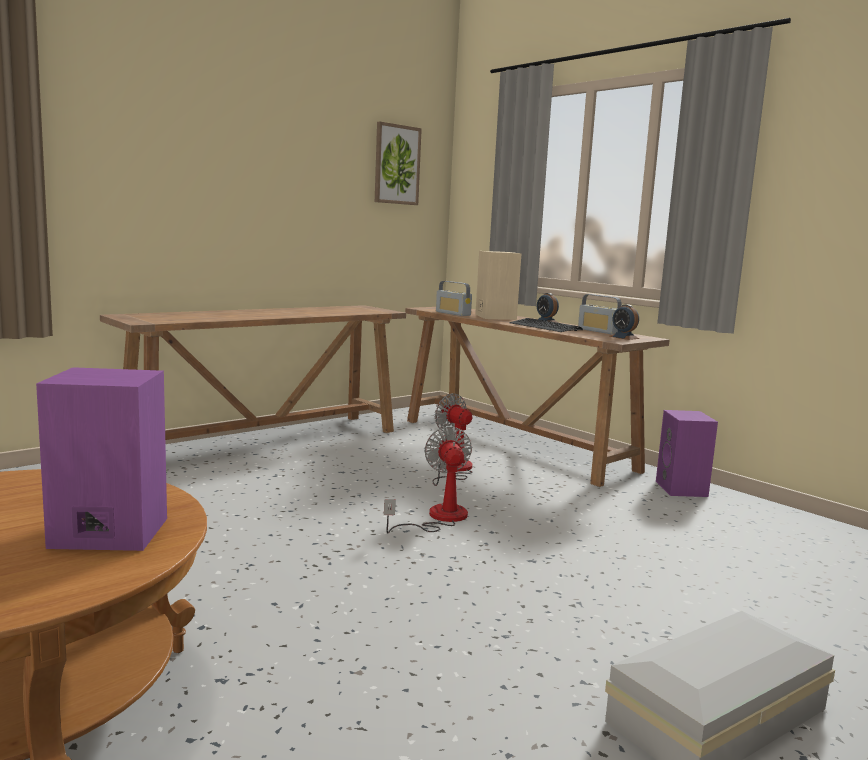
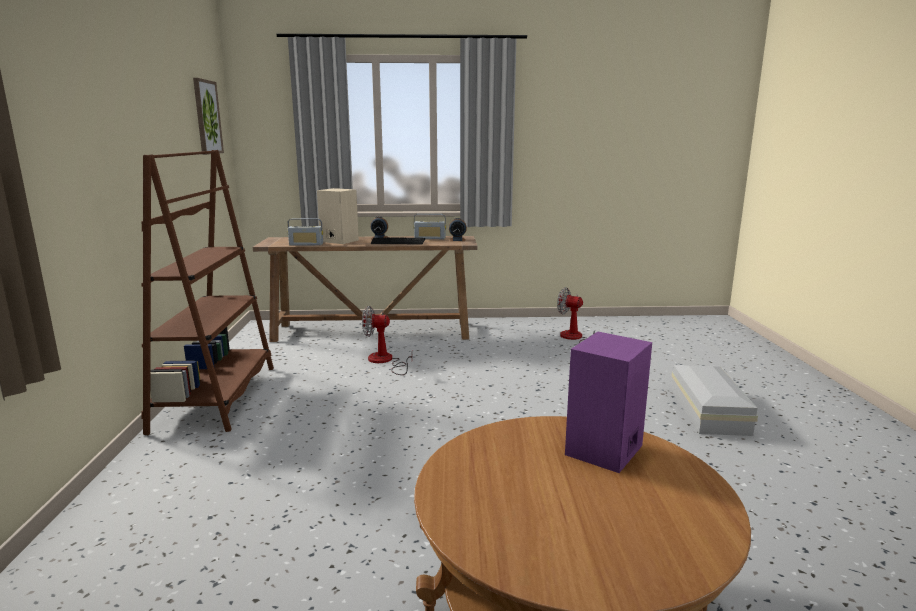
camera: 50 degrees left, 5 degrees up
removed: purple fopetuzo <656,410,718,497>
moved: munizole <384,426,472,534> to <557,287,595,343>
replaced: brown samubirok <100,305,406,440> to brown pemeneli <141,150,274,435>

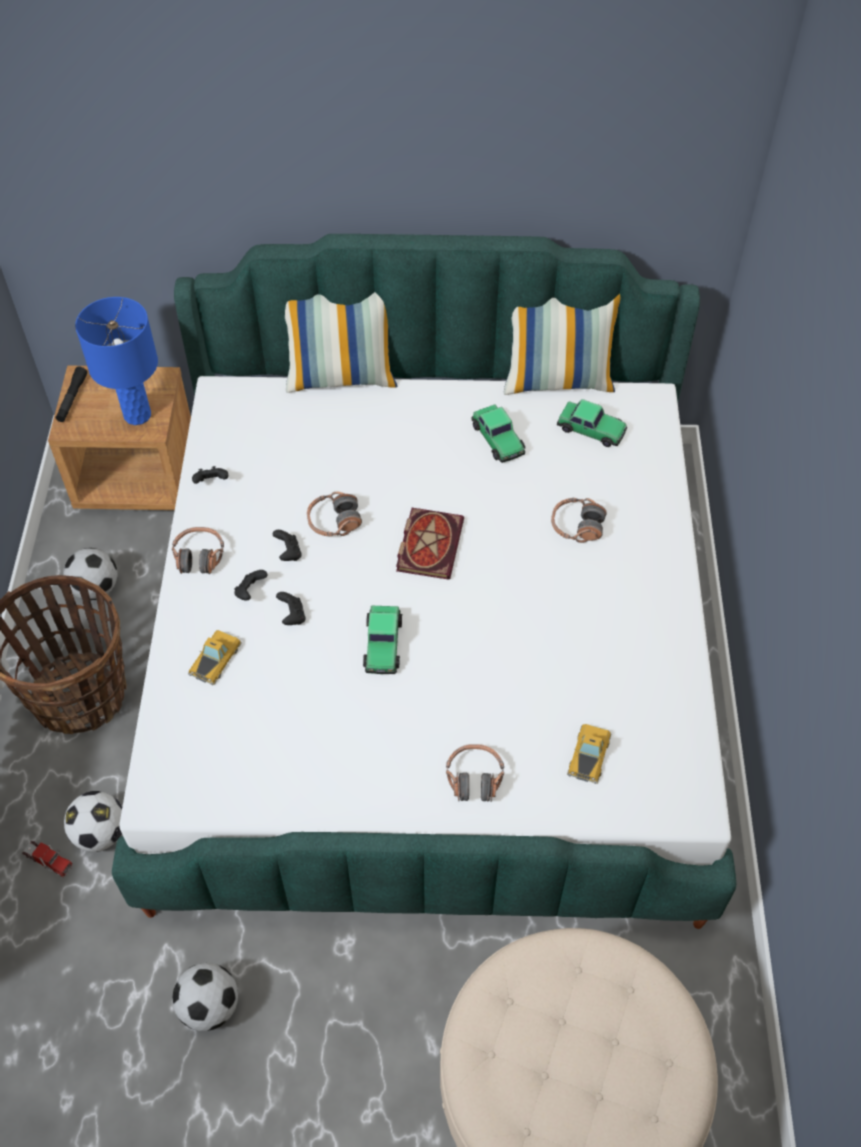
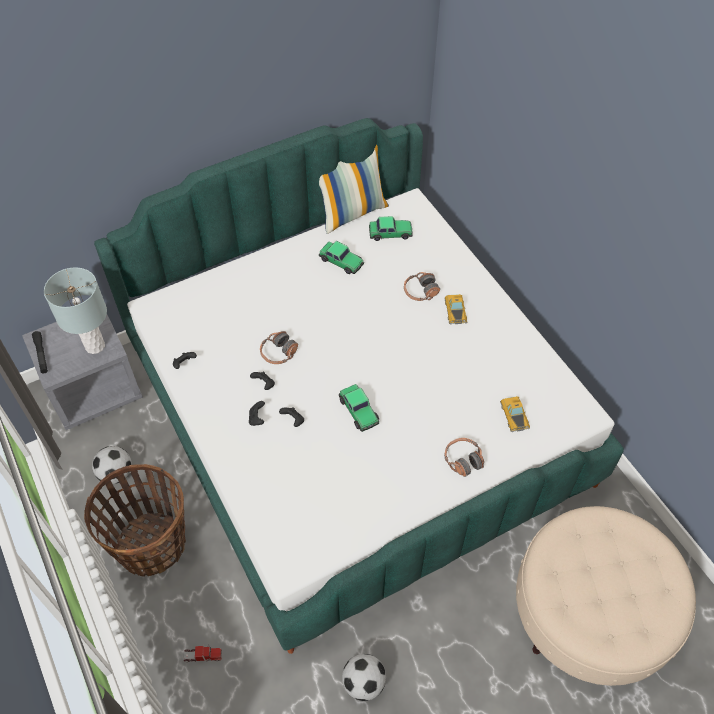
camera: 30 degrees left, 0 degrees up
removed: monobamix <285,292,397,393>; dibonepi <396,508,464,580>; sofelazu <172,527,224,574>; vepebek <64,791,122,852>
moved: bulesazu <188,630,242,685> to <444,294,467,324>
recoloured: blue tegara <75,297,158,425> to grey tegara <44,267,107,354>; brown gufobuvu <48,366,191,510> to grey gufobuvu <22,314,143,430>

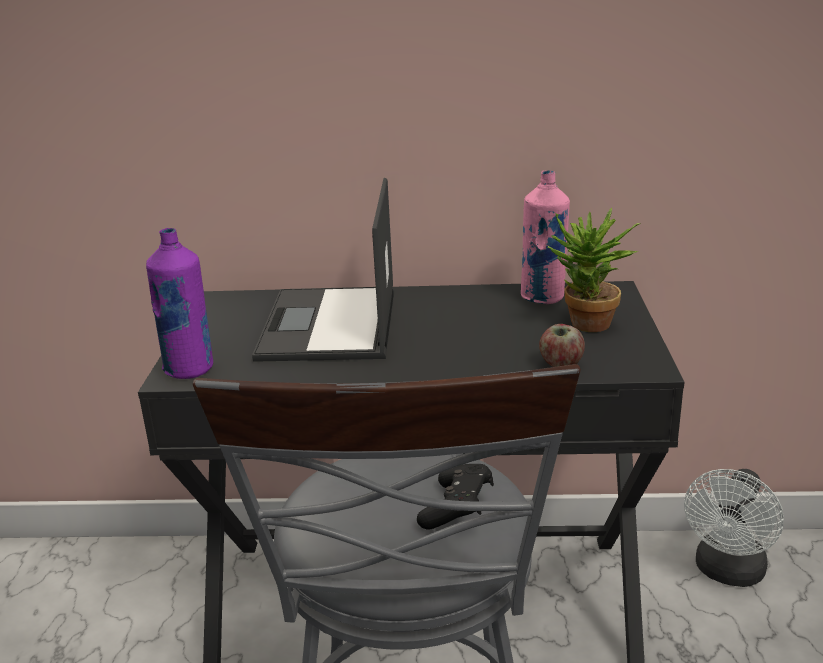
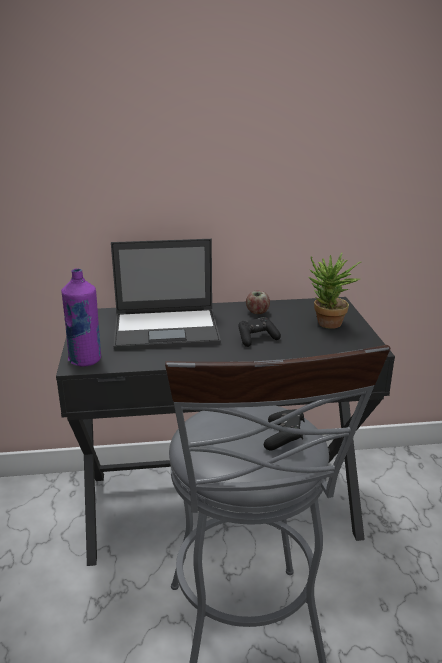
camera: 10 degrees left, 0 degrees up
removed: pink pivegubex <521,170,570,304>; white munizole <684,469,784,587>
added: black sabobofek <238,317,281,347>
moved: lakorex <539,324,585,367> to <246,290,270,314>
turned: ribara <252,178,394,362> = <111,239,221,351> 90 degrees counterclockwise

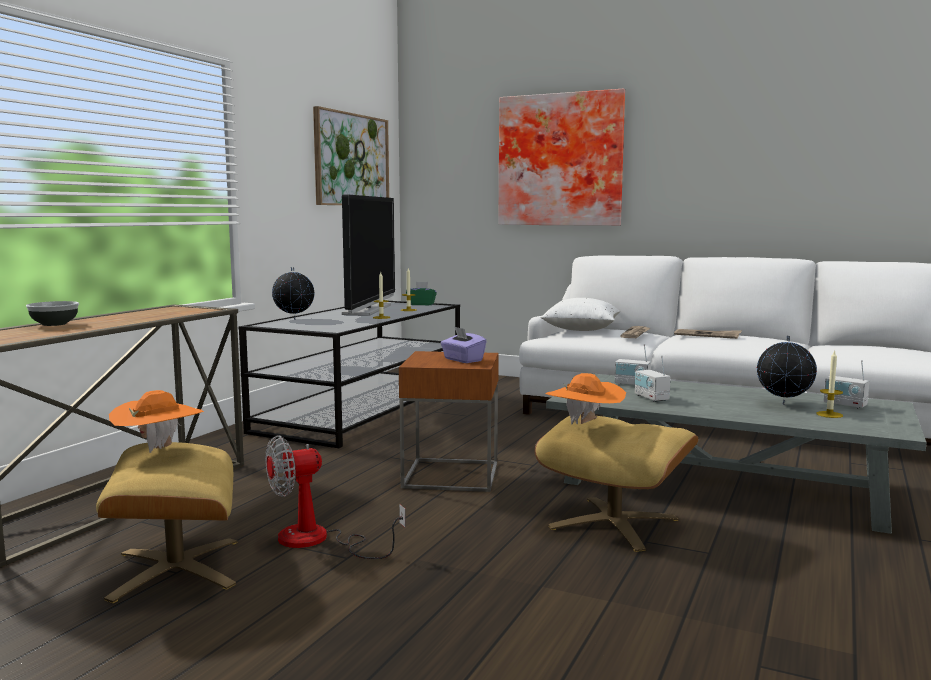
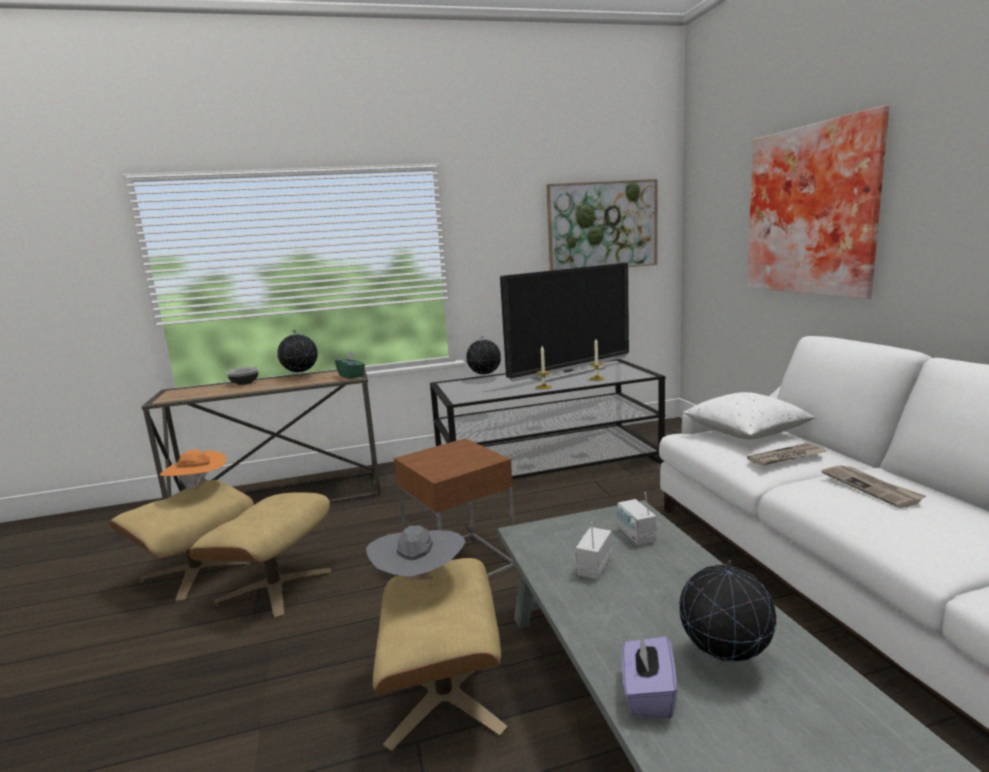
camera: 50 degrees right, 5 degrees up
removed: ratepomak <816,350,843,418>; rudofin <824,360,870,409>
added: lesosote <277,330,318,378>
moved: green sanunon <406,282,437,305> to <335,351,365,379>; purple sanunon <441,326,487,363> to <622,632,677,719>
replaced: munizole <265,435,406,559> to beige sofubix <189,492,332,619>
recoloured: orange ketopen <545,373,626,425> to grey ketopen <366,525,466,581>

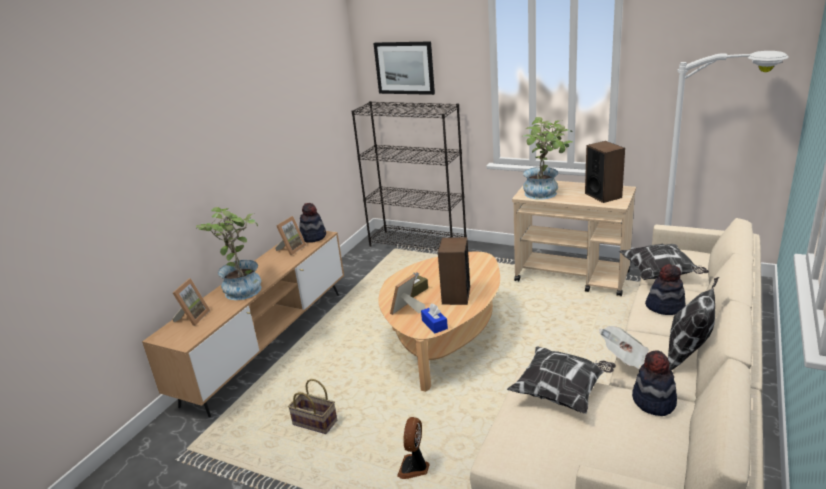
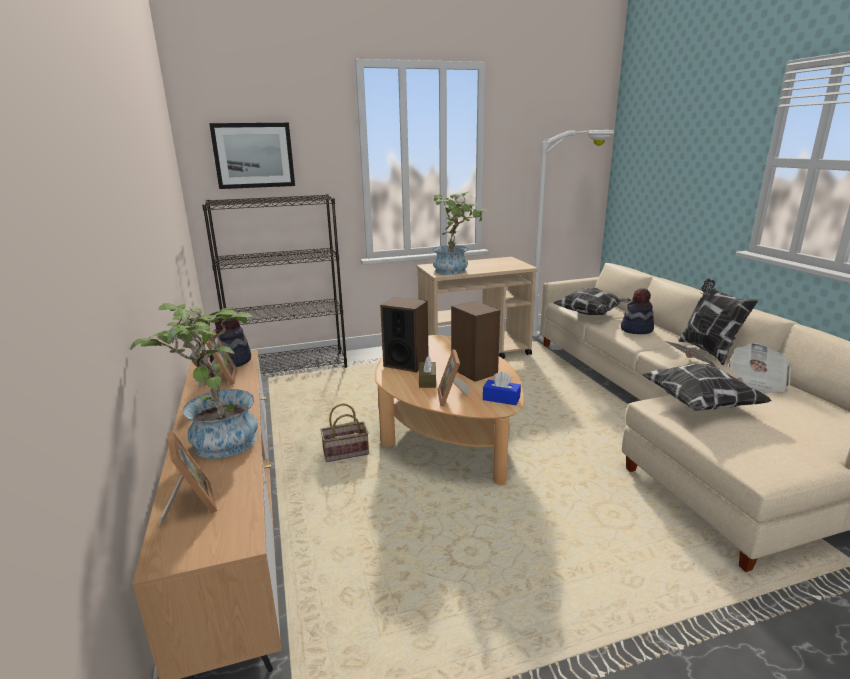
camera: 45 degrees left, 5 degrees down
removed: munizole <397,417,430,479>
moved: fopetuzo <585,141,625,203> to <380,297,429,373>; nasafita <288,379,337,434> to <320,403,369,462>
replaced: ketopen <632,351,677,416> to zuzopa <729,343,792,394>

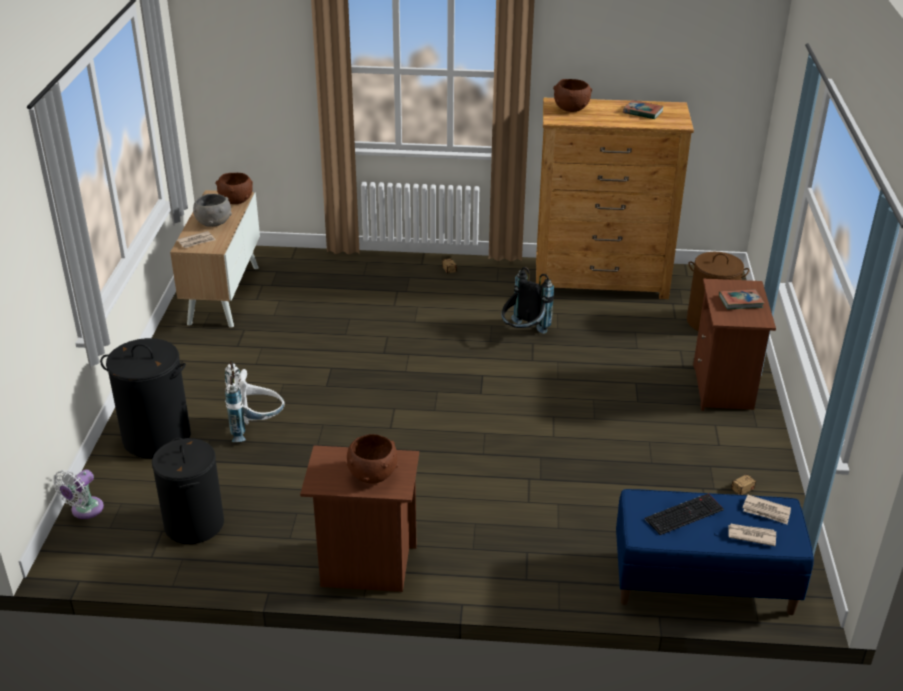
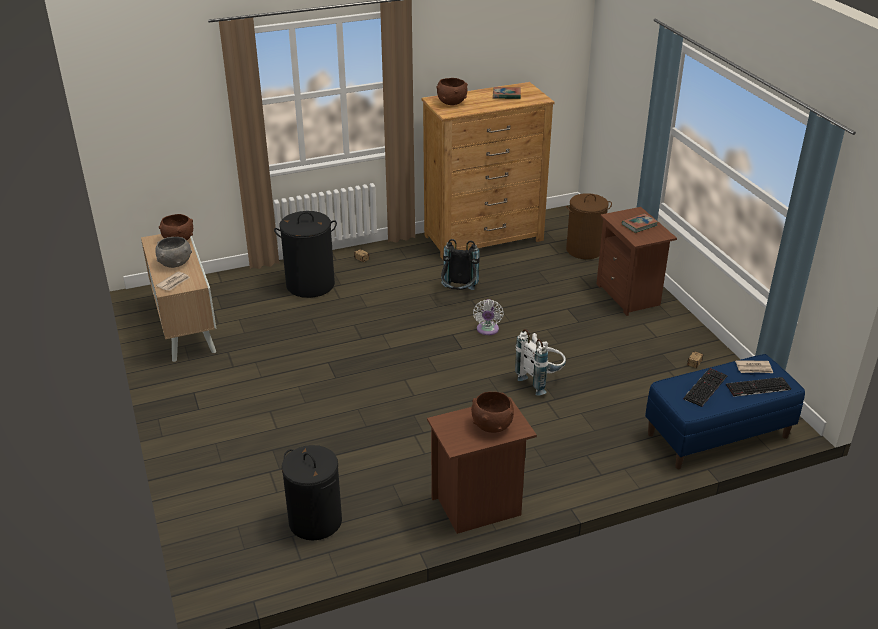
camera: 25 degrees left, 0 degrees up
moved: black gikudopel <100,338,191,458> to <274,211,337,298>; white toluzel <225,361,284,442> to <515,329,566,396>; white munizole <53,469,104,519> to <473,299,504,335>
replaced: zuzopa <728,524,776,546> to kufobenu <726,377,791,397>

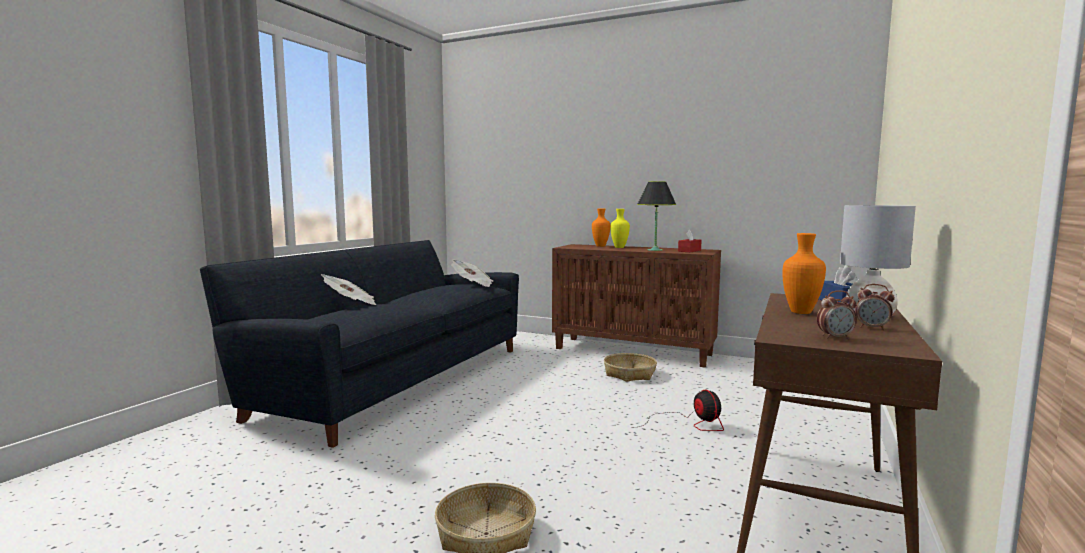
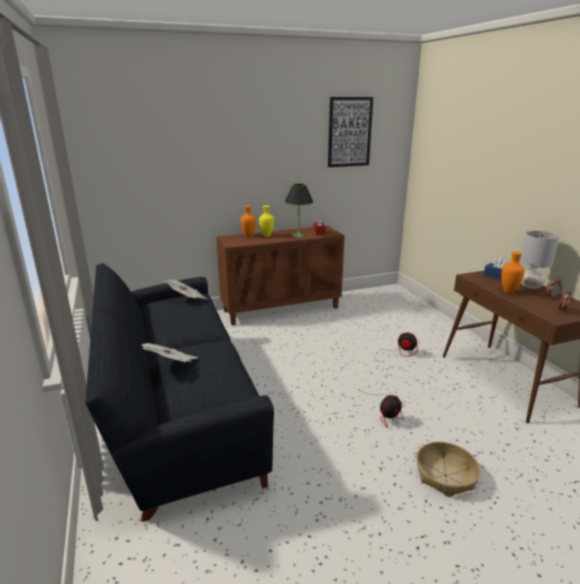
camera: 45 degrees left, 15 degrees up
removed: nasafita <604,353,657,382>
added: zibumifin <328,97,373,167>; munizole <360,390,404,428>

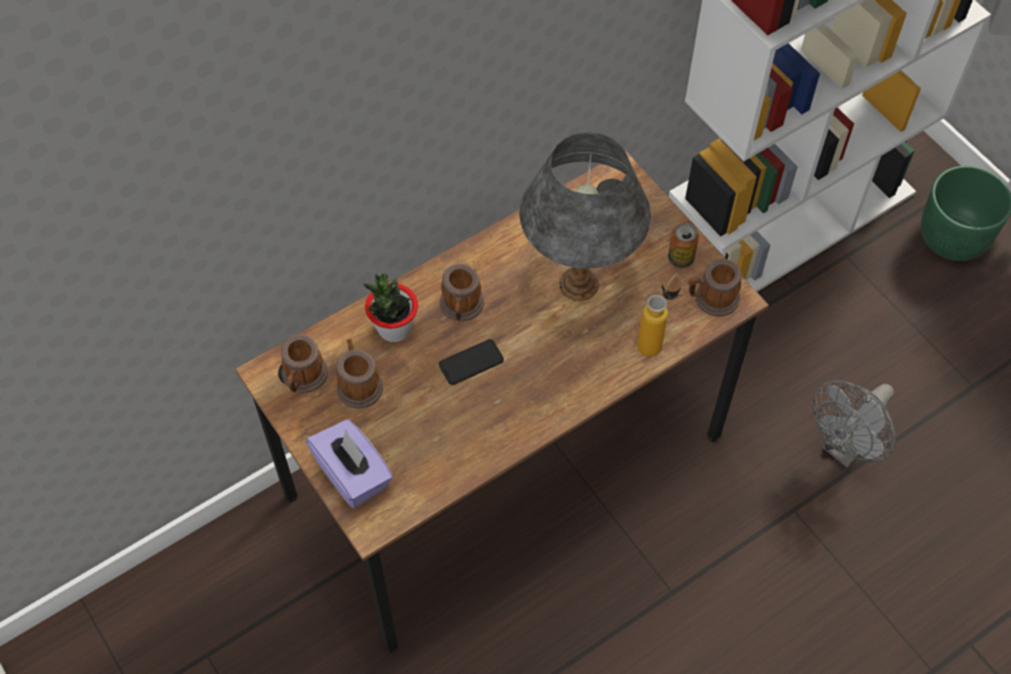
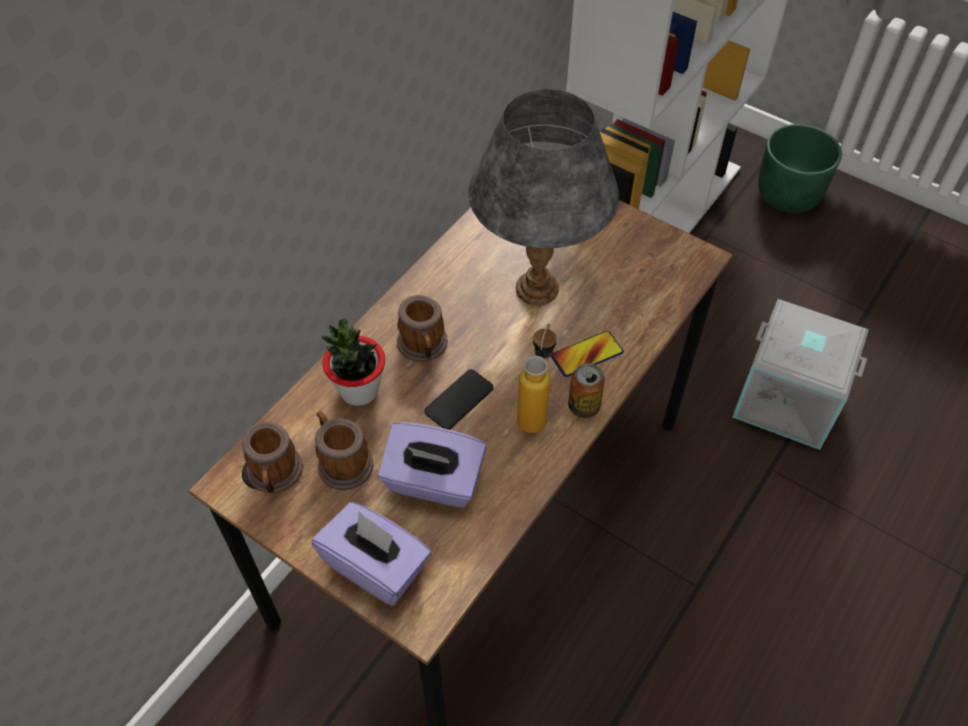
camera: 20 degrees left, 5 degrees down
removed: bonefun <689,259,742,317>
added: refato <551,331,623,377>; purple sanunon <378,422,487,508>
moved: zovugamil <668,223,699,268> to <568,363,605,418>; pivegubex <637,273,682,357> to <517,324,557,433>
replaced: grey munizole <813,380,896,467> to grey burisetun <732,299,869,450>

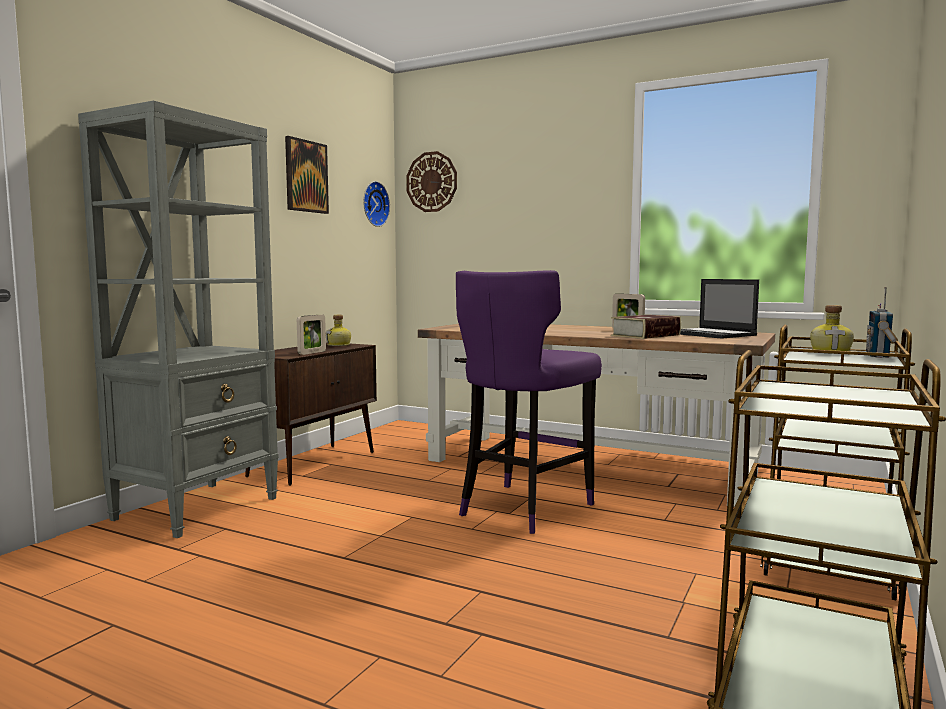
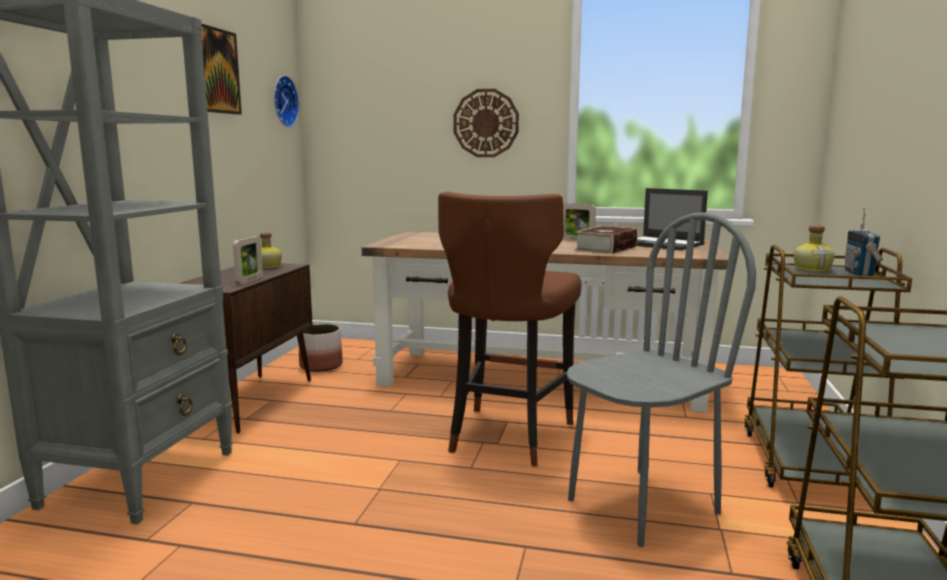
camera: 15 degrees left, 5 degrees up
added: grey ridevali <566,212,756,547>; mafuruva <298,324,343,372>
moved: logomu <406,151,457,212> to <453,89,519,157>
recoloured: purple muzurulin <456,270,602,534> to brown muzurulin <438,192,581,466>

